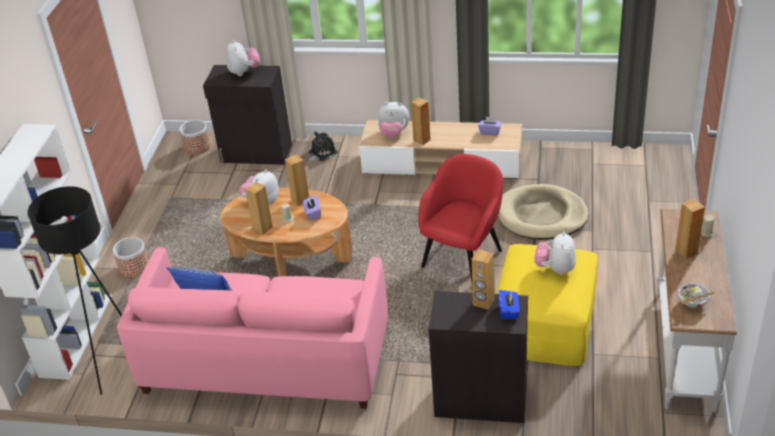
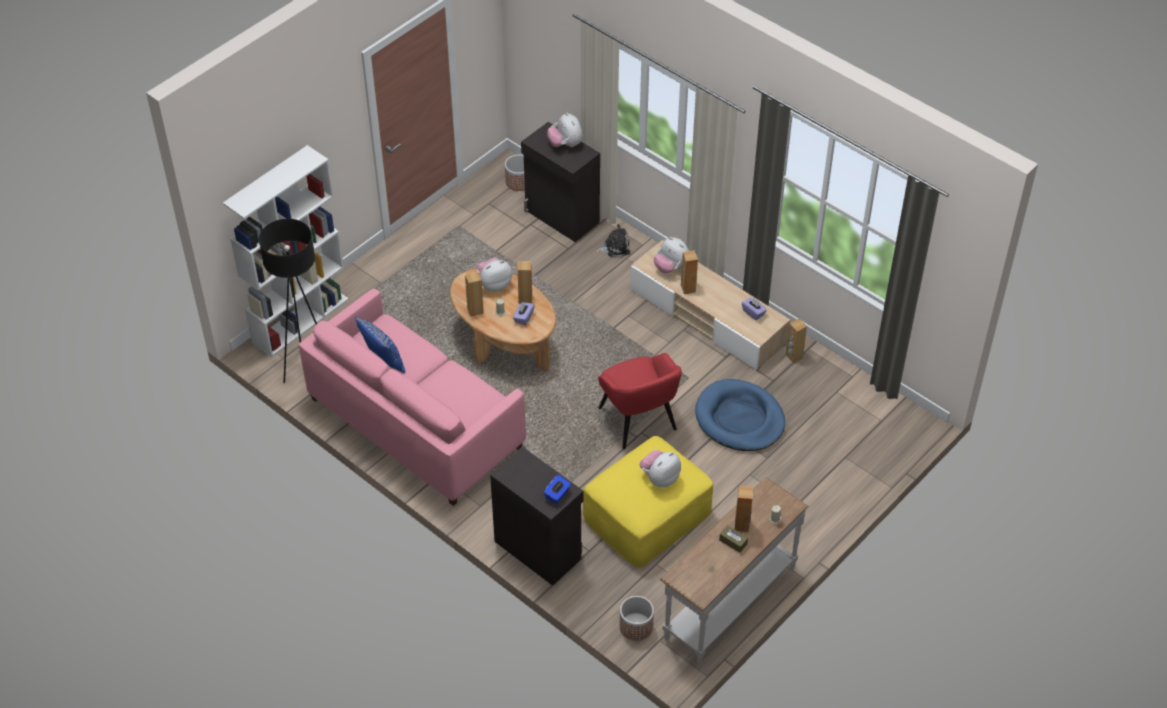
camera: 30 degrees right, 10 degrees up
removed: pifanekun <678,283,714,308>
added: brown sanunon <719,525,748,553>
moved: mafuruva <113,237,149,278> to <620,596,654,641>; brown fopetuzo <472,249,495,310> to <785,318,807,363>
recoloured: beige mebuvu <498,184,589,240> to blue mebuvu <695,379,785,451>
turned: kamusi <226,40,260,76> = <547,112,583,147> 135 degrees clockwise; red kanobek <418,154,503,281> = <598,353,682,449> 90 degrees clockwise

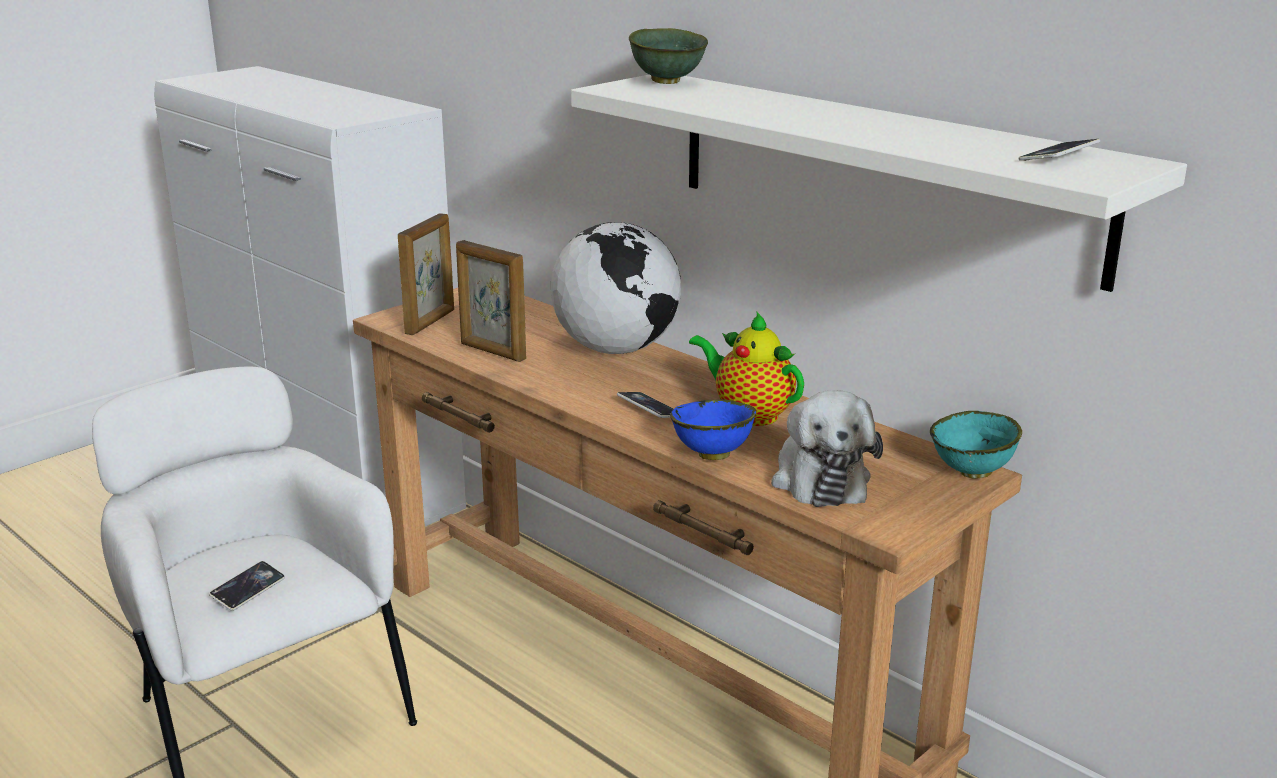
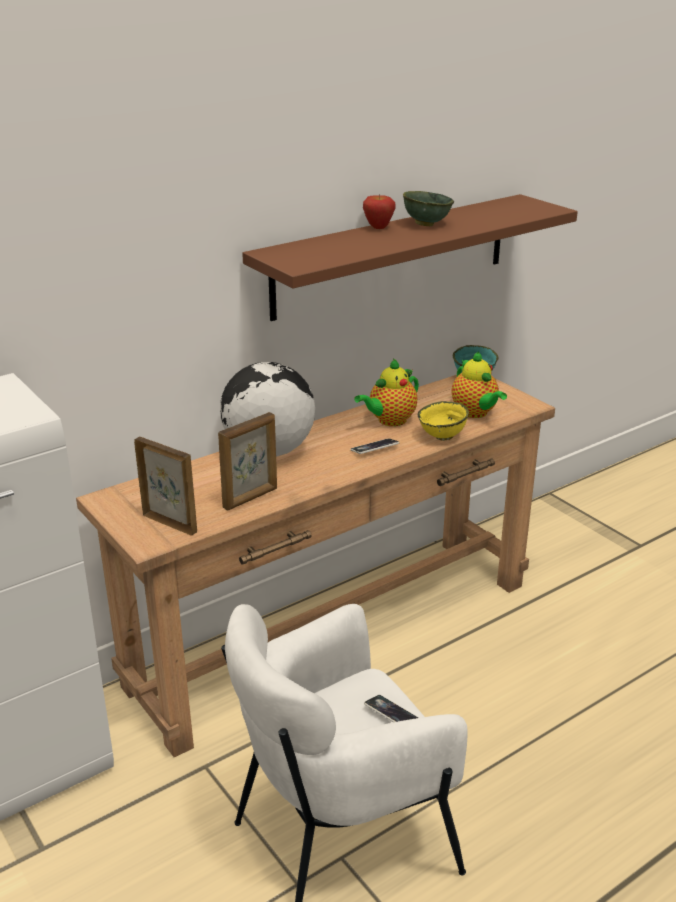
camera: 80 degrees left, 5 degrees up
removed: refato <1018,139,1100,161>
added: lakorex <363,194,395,229>
moved: green pifanekun <629,28,708,84> to <403,191,454,226>
replaced: kamusi <771,390,883,507> to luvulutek <451,352,507,418>
recoloured: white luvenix <571,75,1187,292> to brown luvenix <242,194,578,321>; blue pifanekun <670,400,756,460> to yellow pifanekun <418,401,469,441>

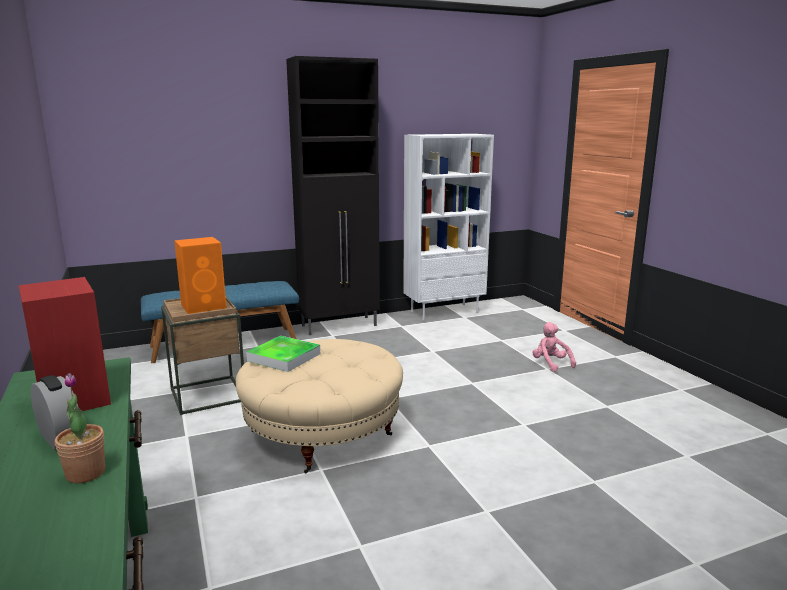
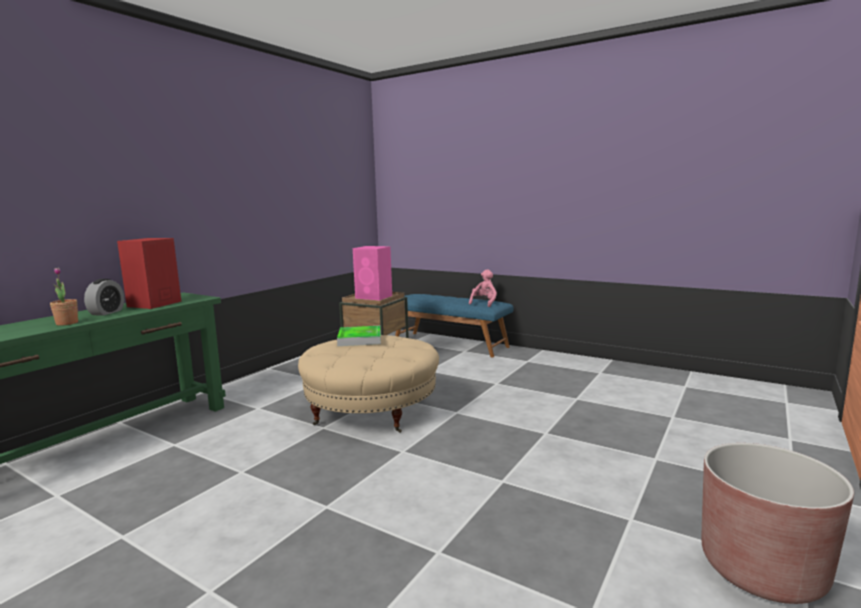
camera: 55 degrees right, 5 degrees down
removed: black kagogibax <286,56,380,335>; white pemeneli <403,134,494,320>
added: brown mafuruva <702,443,854,604>
moved: pink kamusi <533,322,576,372> to <469,269,497,307>
recoloured: orange fopetuzo <174,237,227,314> to pink fopetuzo <353,246,392,300>

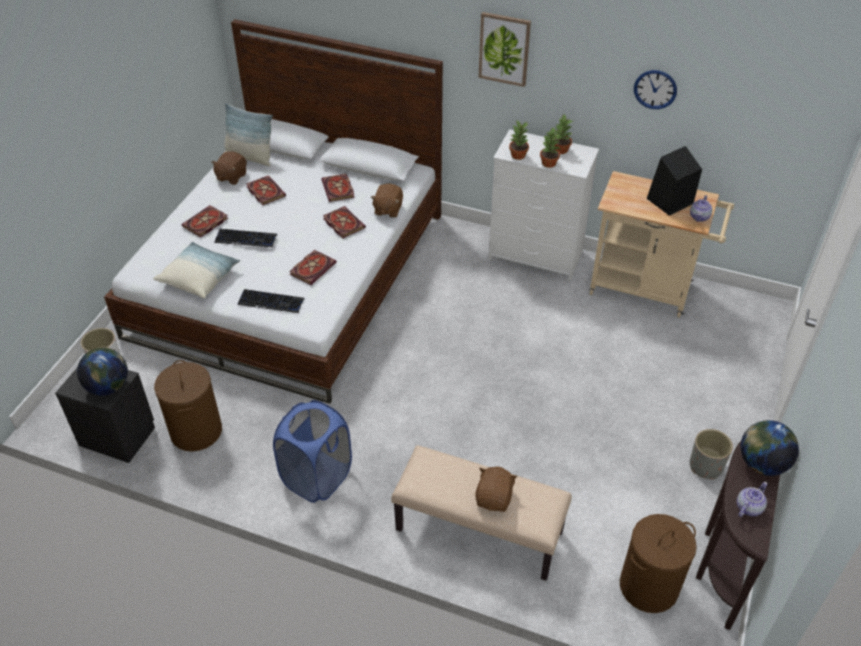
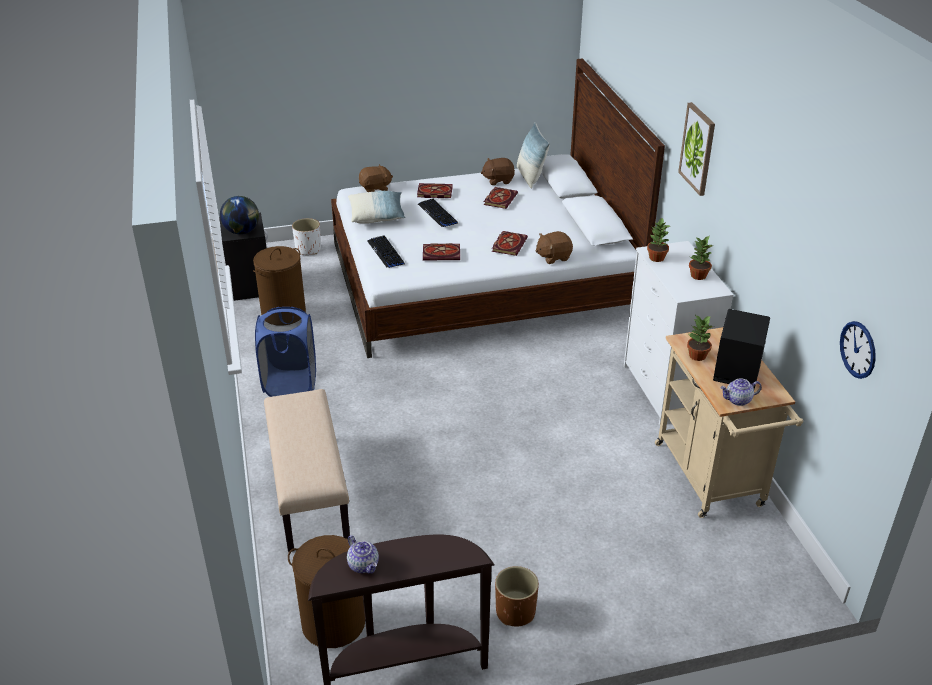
camera: 55 degrees right, 10 degrees down
removed: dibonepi <321,174,354,202>; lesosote <741,420,799,476>
moved: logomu <634,70,677,109> to <840,321,876,379>; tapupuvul <540,127,560,168> to <687,315,713,361>; brown kamusi <475,467,517,512> to <359,164,393,192>
recoloured: grey mafuruva <690,429,733,479> to brown mafuruva <495,566,539,627>
turned: luvulutek <737,482,768,517> = <347,535,379,574> 45 degrees clockwise

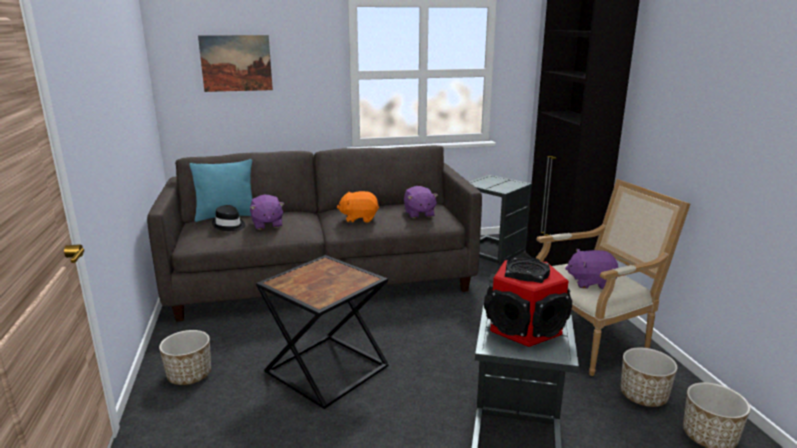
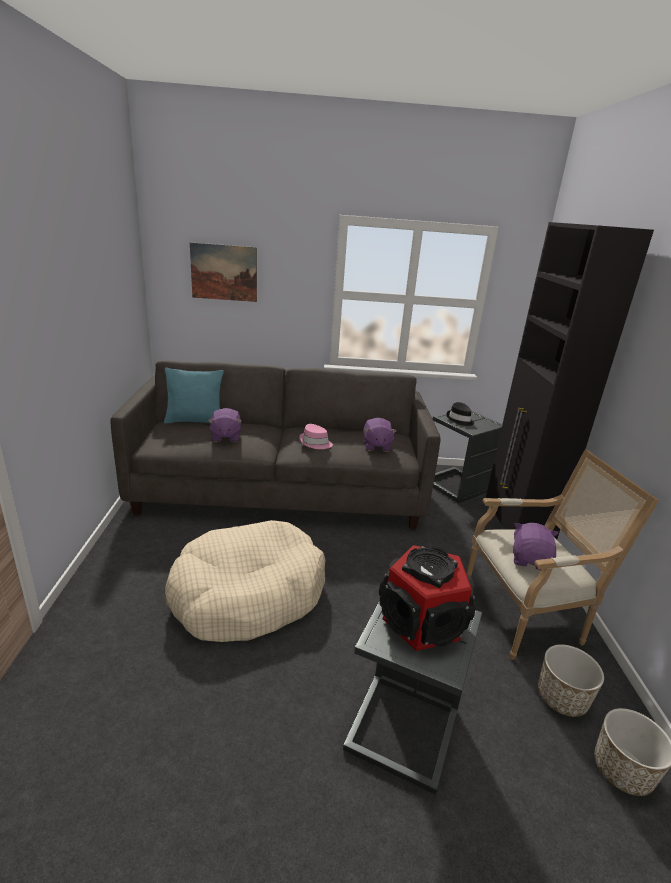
camera: 10 degrees right, 5 degrees up
removed: mafuruva <159,330,211,385>
moved: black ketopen <212,205,245,231> to <446,402,474,426>
replaced: orange kamusi <337,191,379,223> to pink ketopen <300,424,333,449>; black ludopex <256,255,389,409> to beige mebuvu <165,520,325,642>
turned: purple kamusi <565,249,618,289> = <513,523,558,570> 90 degrees clockwise

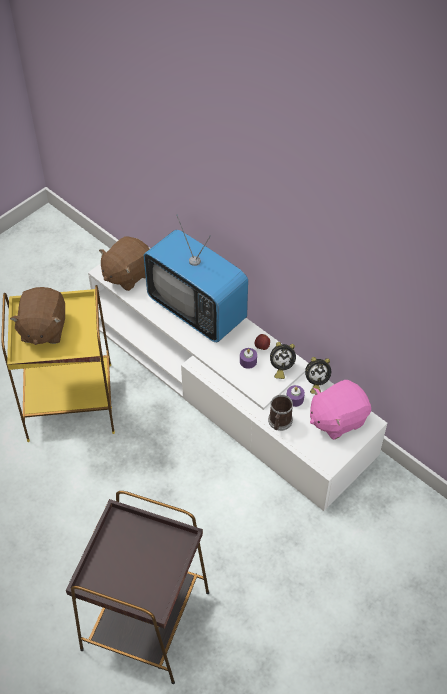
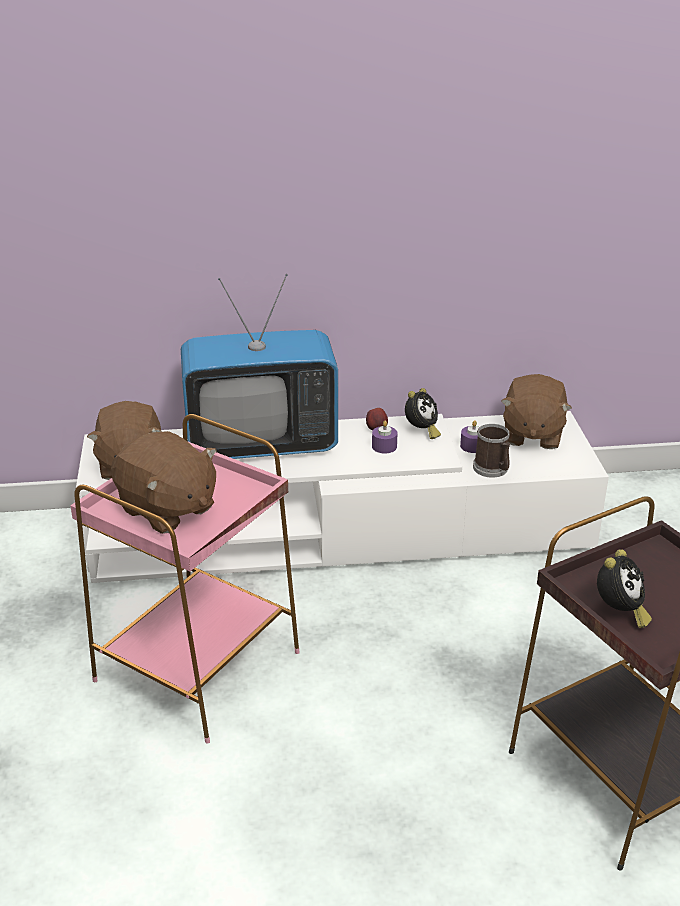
camera: 50 degrees left, 20 degrees down
moved: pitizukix <305,357,331,394> to <597,549,652,628>
recoloured: yellow ludopex <1,285,115,442> to pink ludopex <70,414,300,744>; pink kamusi <310,380,371,440> to brown kamusi <501,374,572,449>

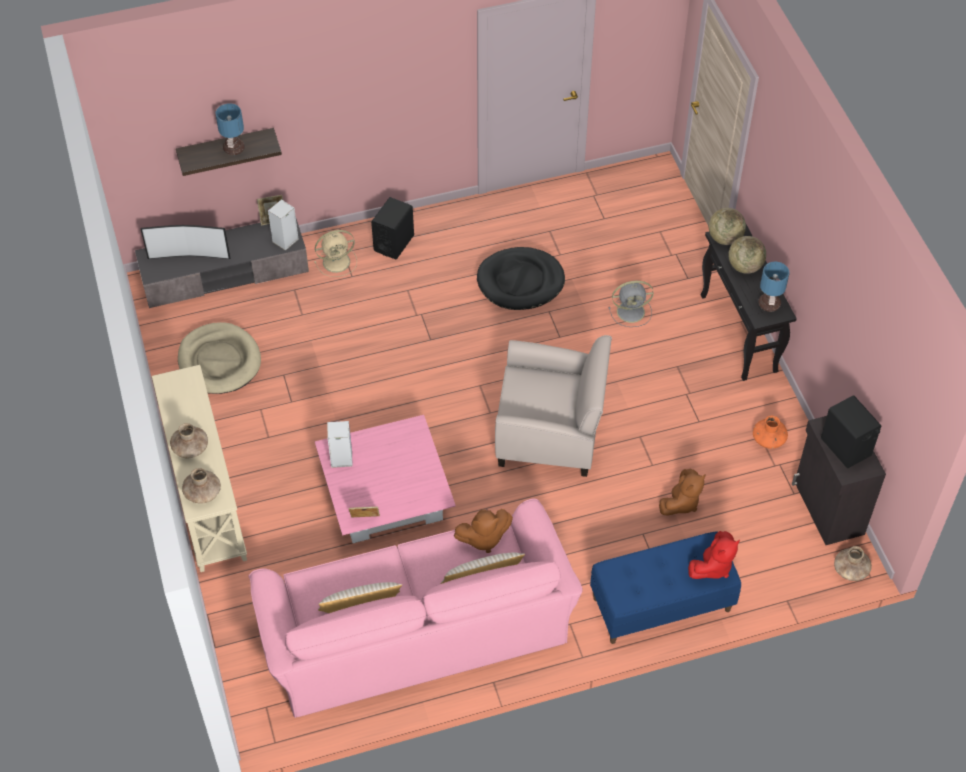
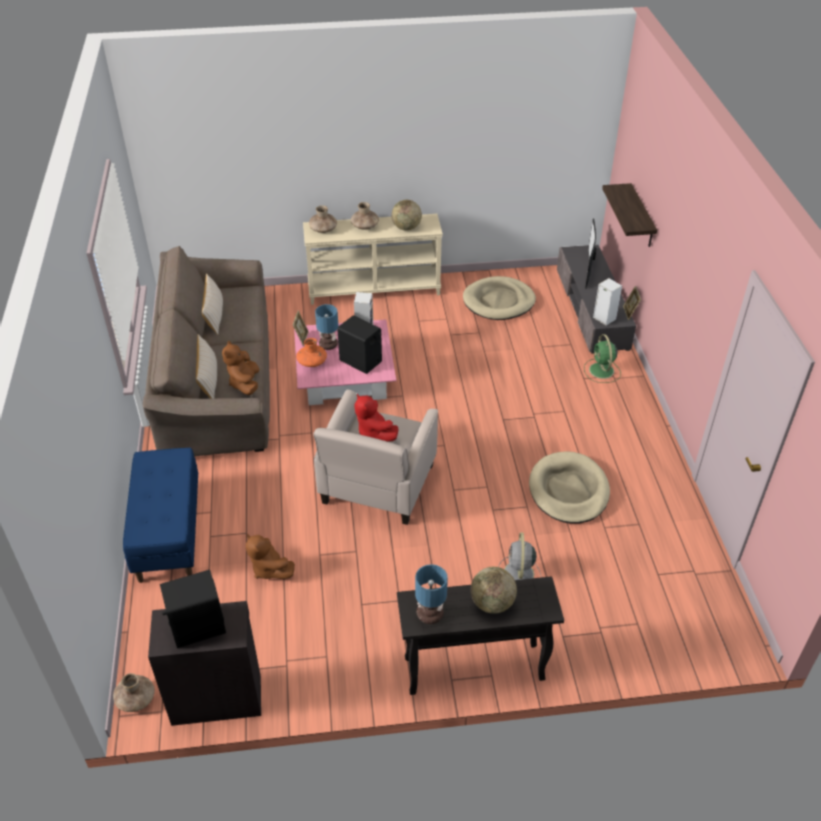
camera: 100 degrees right, 10 degrees down
moved: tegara <216,103,245,155> to <315,304,338,350>; black fopetuzo <371,197,414,260> to <337,315,382,374>; lesosote <709,208,746,245> to <391,200,422,231>; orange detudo <753,415,788,449> to <296,338,327,367>; red kamusi <688,531,740,579> to <354,393,398,442>
recoloured: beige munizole <314,230,357,277> to green munizole <584,334,621,383>; black mebuvu <477,247,565,310> to beige mebuvu <529,451,610,524>; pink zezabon <248,499,583,718> to brown zezabon <143,246,270,457>

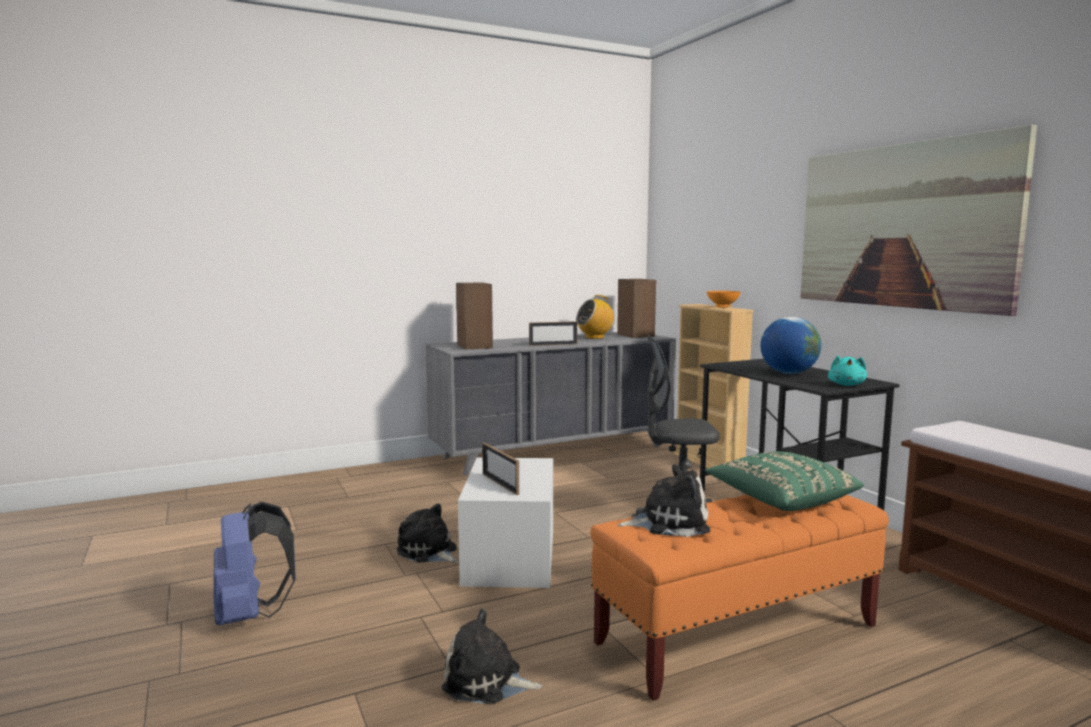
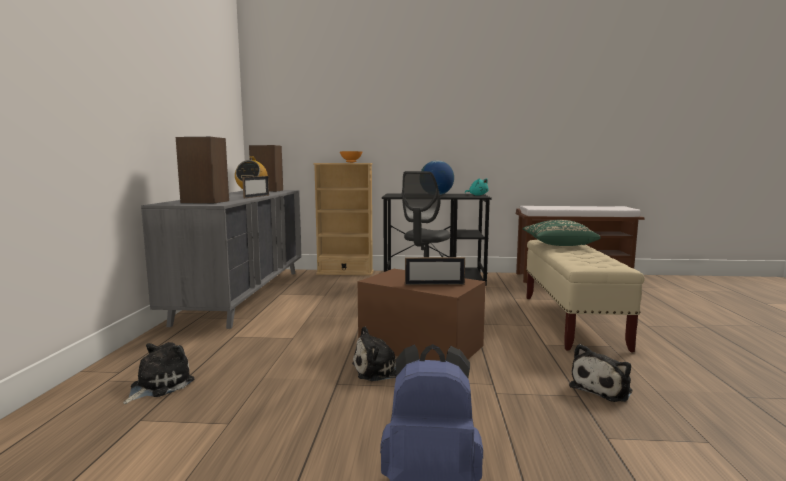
camera: 60 degrees left, 0 degrees up
removed: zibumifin <800,125,1037,316>
moved: kamusi <618,464,710,537> to <123,342,194,404>
recoloured: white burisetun <458,458,553,588> to brown burisetun <358,269,486,361>; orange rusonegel <590,495,889,701> to beige rusonegel <526,239,645,352>

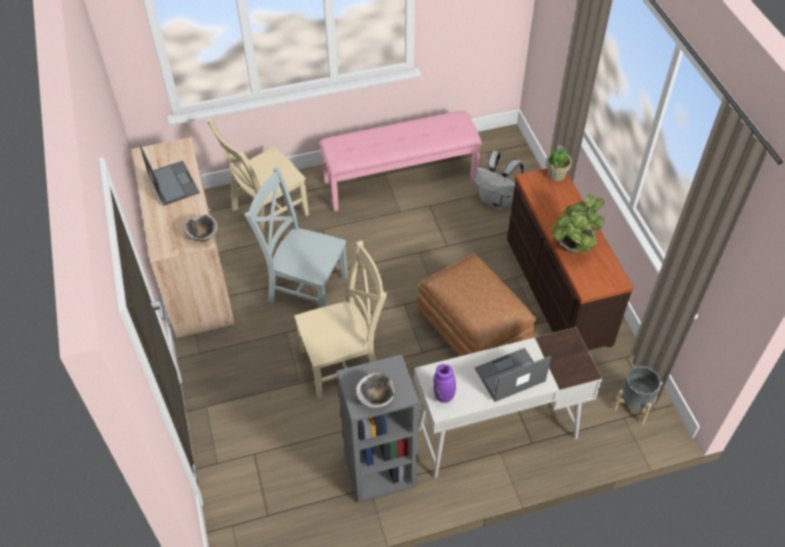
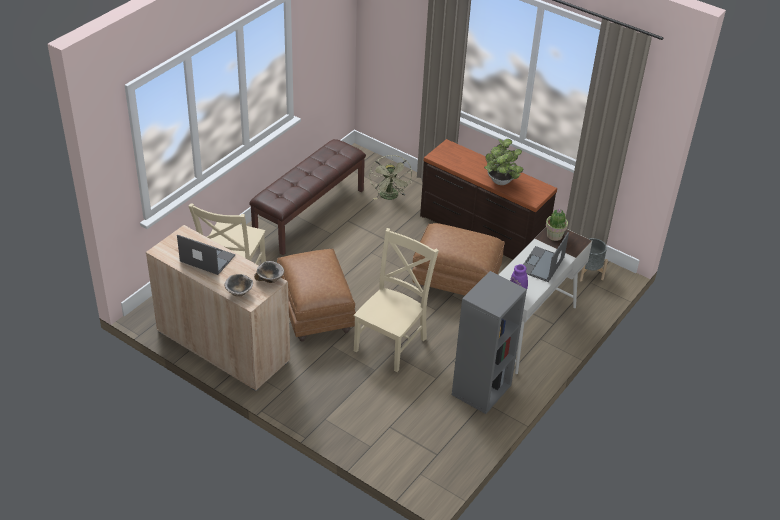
camera: 40 degrees left, 10 degrees down
moved: tapupuvul <546,145,572,181> to <546,209,568,241>; pifanekun <356,373,395,408> to <224,274,253,296>
replaced: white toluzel <474,151,524,210> to green munizole <369,155,412,200>; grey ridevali <245,167,348,308> to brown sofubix <277,249,356,341>
recoloured: pink rusonegel <319,111,482,211> to brown rusonegel <249,139,366,255>

